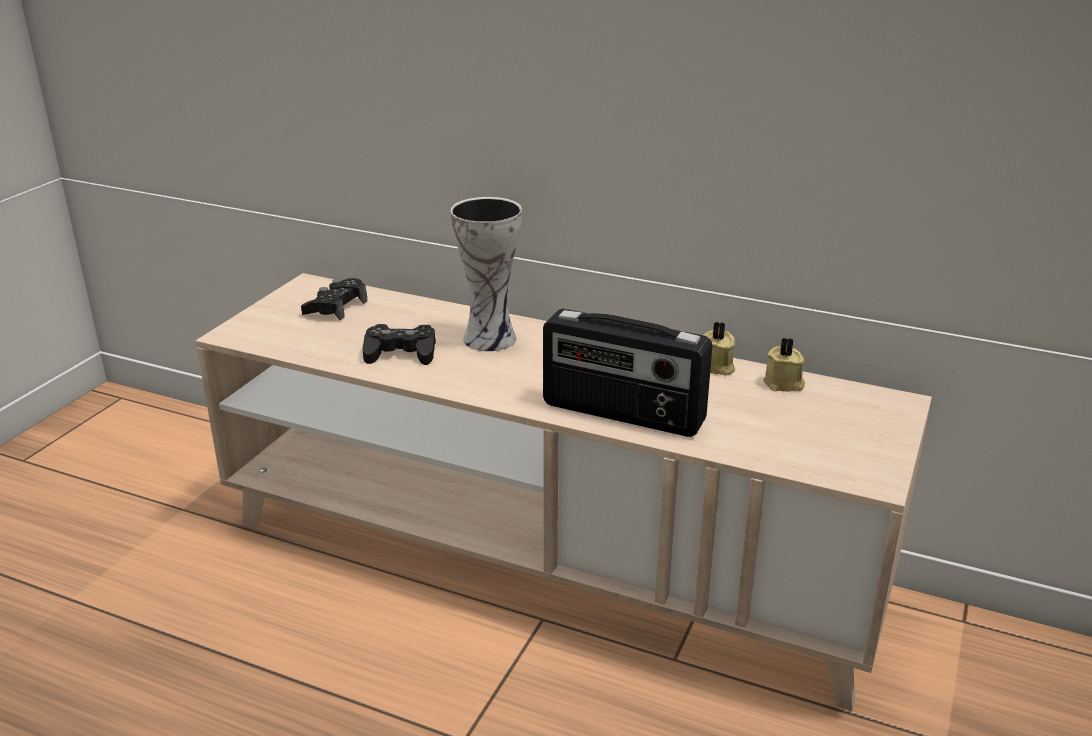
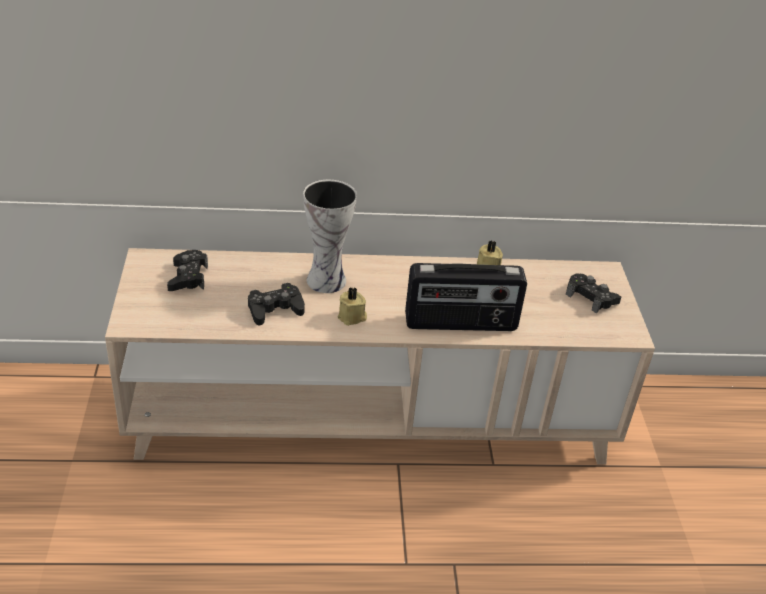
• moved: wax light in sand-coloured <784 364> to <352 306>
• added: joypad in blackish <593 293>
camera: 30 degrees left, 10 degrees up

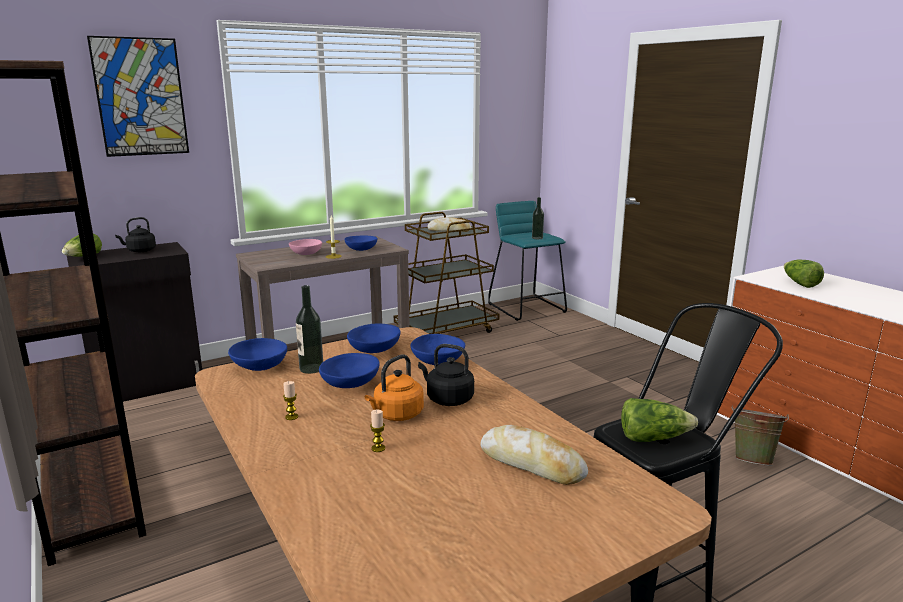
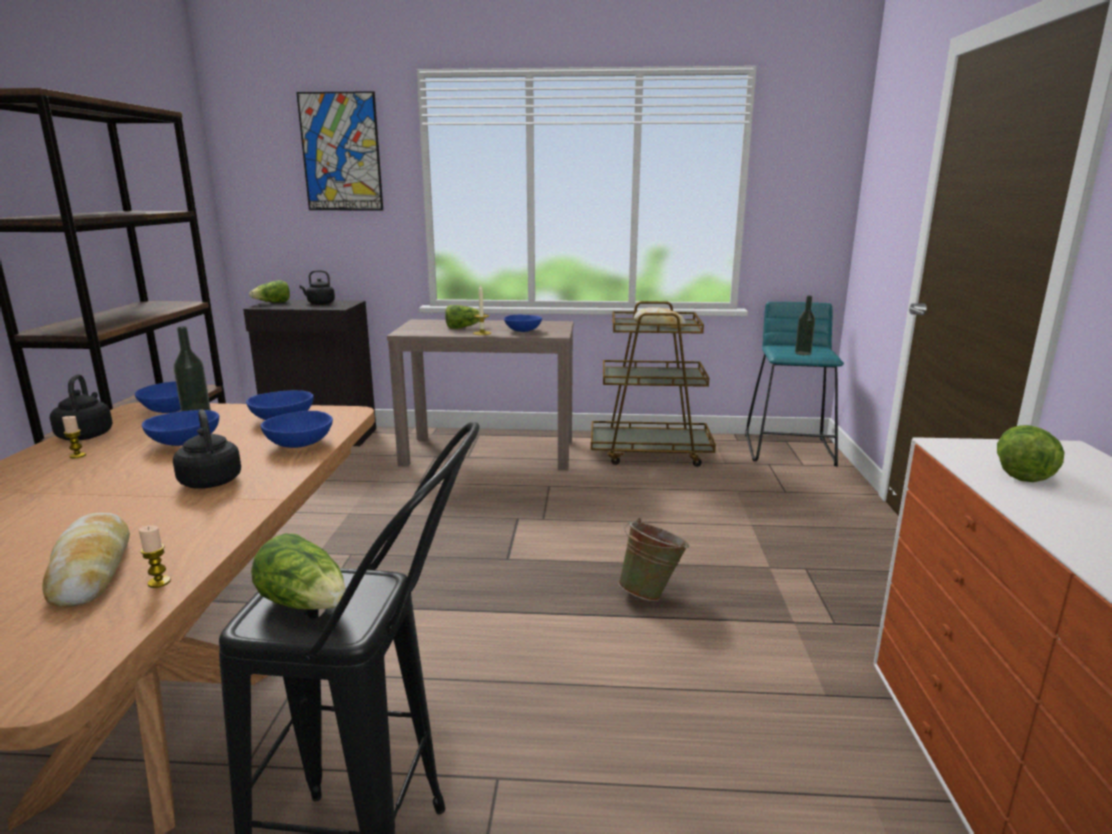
• replaced: serving bowl in pinkish <305 247> to lettuce <465 317>
• removed: kettle in orange <394 388>
• moved: pail in green-coloured <760 435> to <653 559>
• moved: wax light <377 431> to <155 556>
• added: kettle in blackish <81 407>
camera: 35 degrees right, 0 degrees up

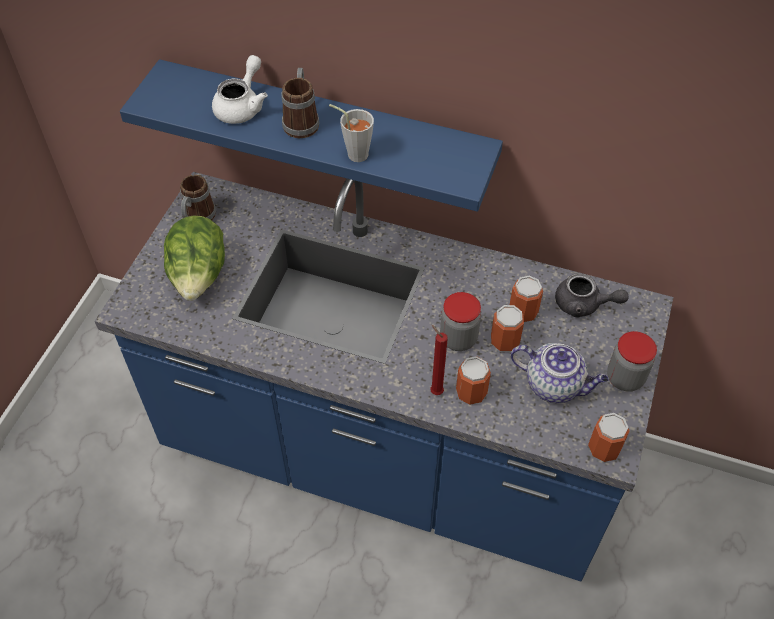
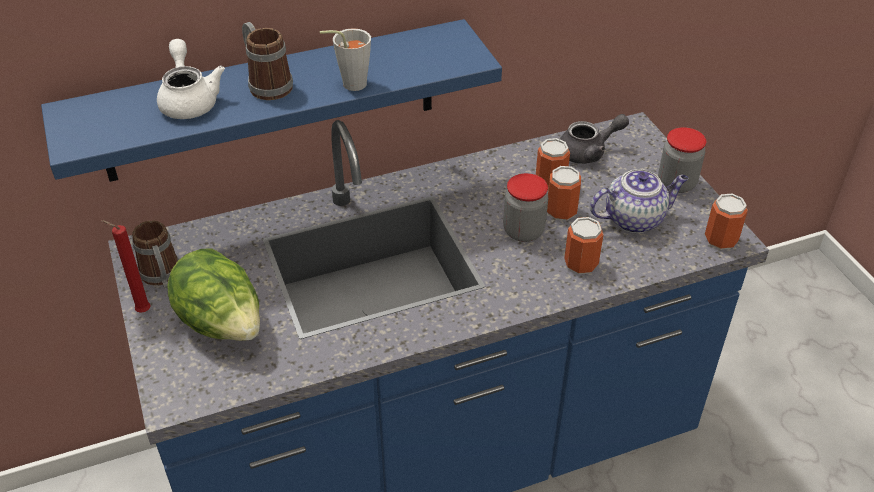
• moved: wax light in red <439 360> to <126 266>
camera: 40 degrees left, 10 degrees down

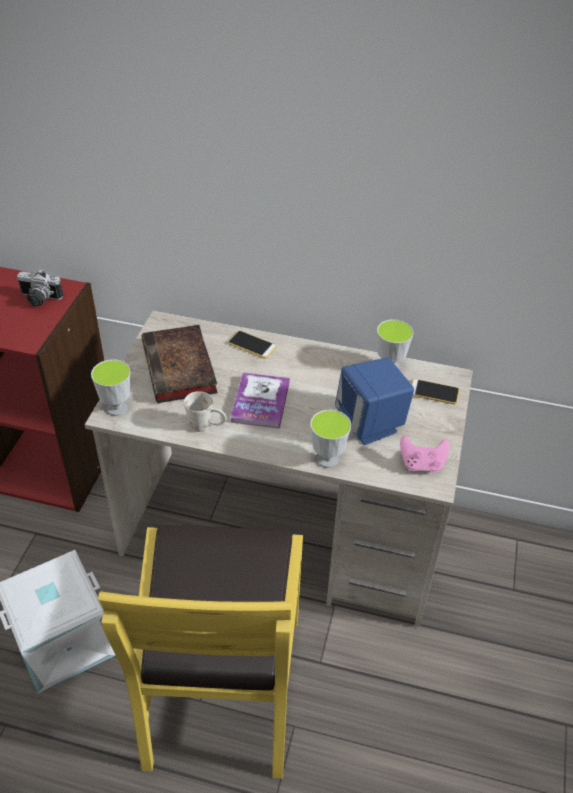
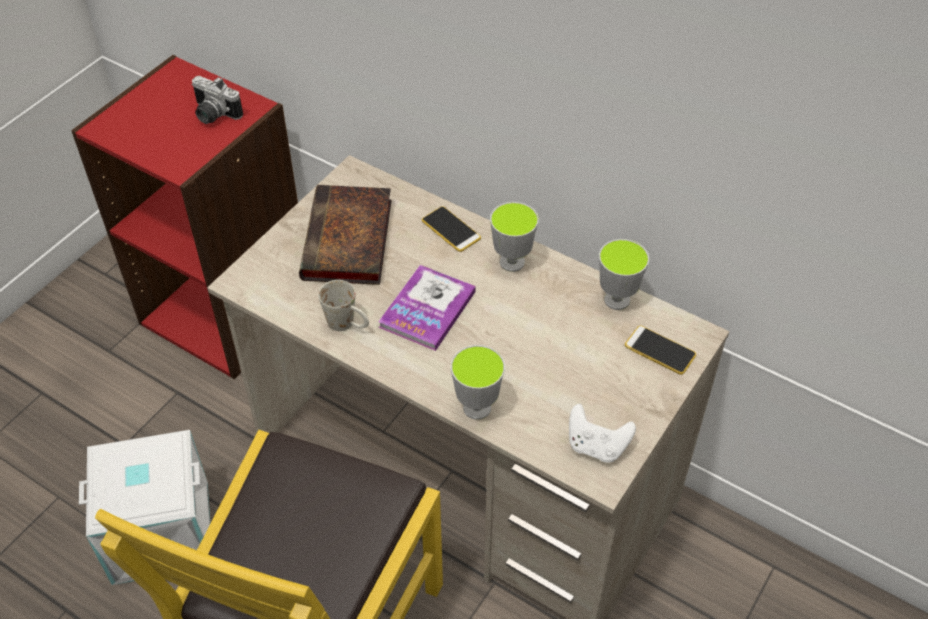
• removed: loudspeaker in bluish <374 401>
• moved: cup <110 387> to <514 237>
• recoloured: joypad in pinkish <425 454> to joypad in whitish <602 433>
camera: 20 degrees right, 5 degrees up

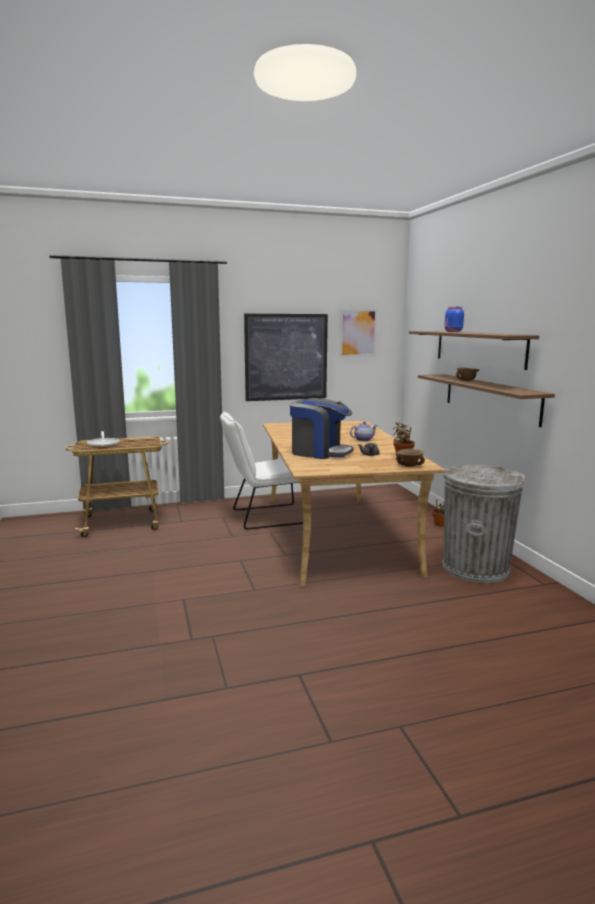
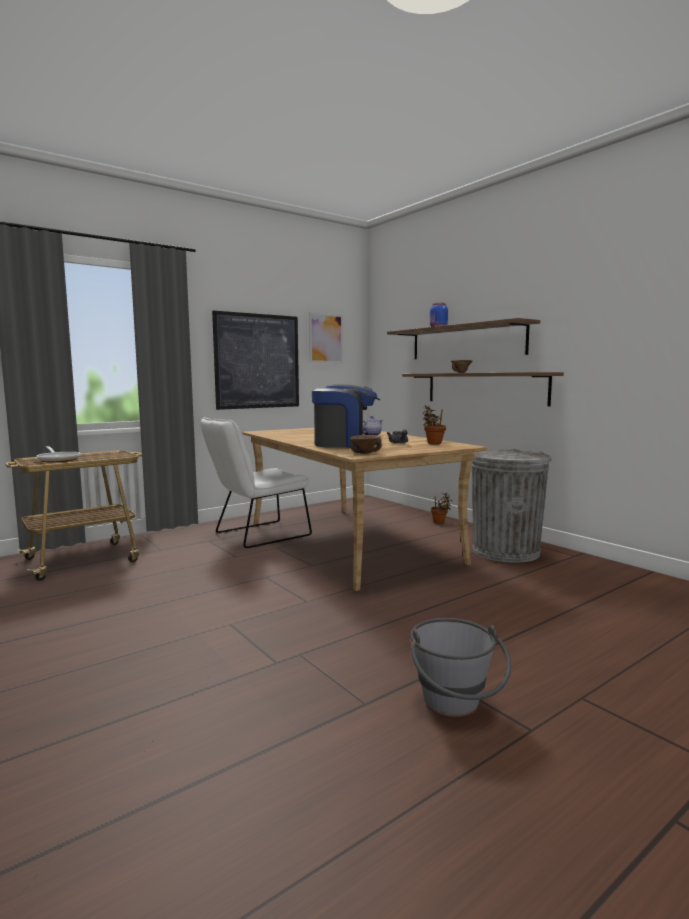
• moved: serving bowl in brownish <410 458> to <366 444>
• added: pail in greyish <460 667>
camera: 20 degrees left, 5 degrees down

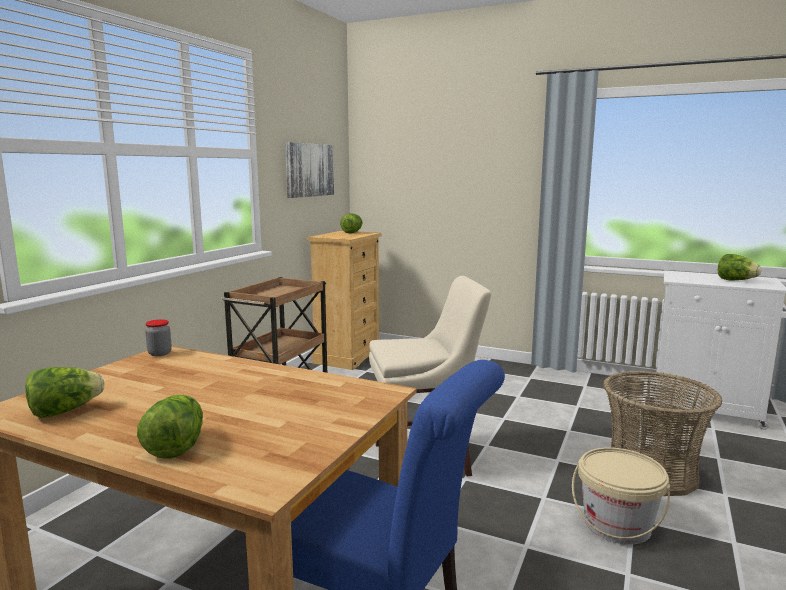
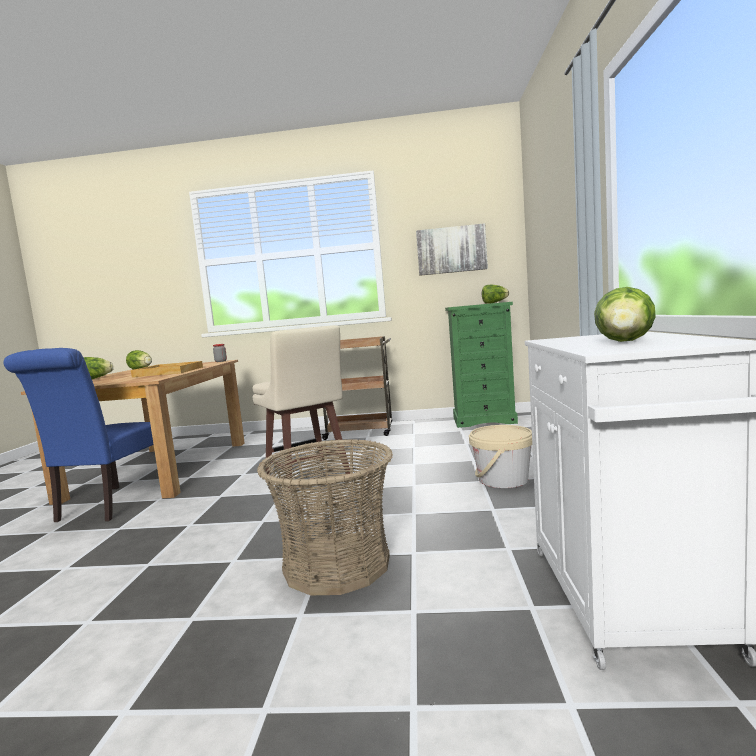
• recoloured: chest of drawers in sand-coloured <344 300> to chest of drawers in green-coloured <481 365>
• moved: pail in sand-coloured <621 496> to <500 456>
• added: carrying tray in sand-coloured <167 369>
camera: 70 degrees right, 5 degrees down

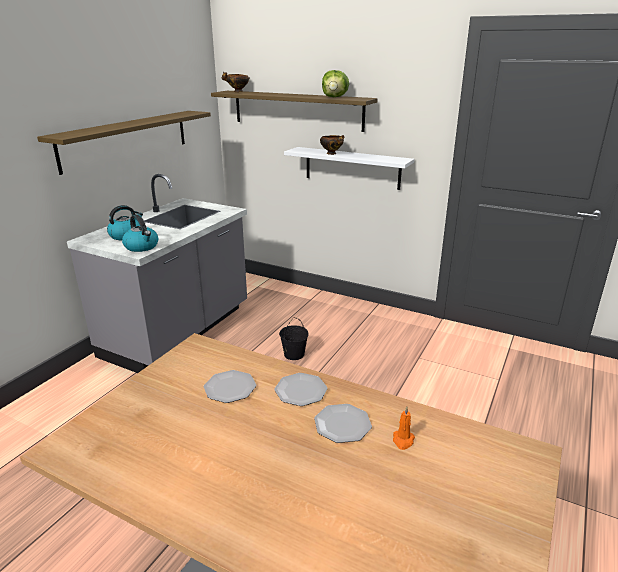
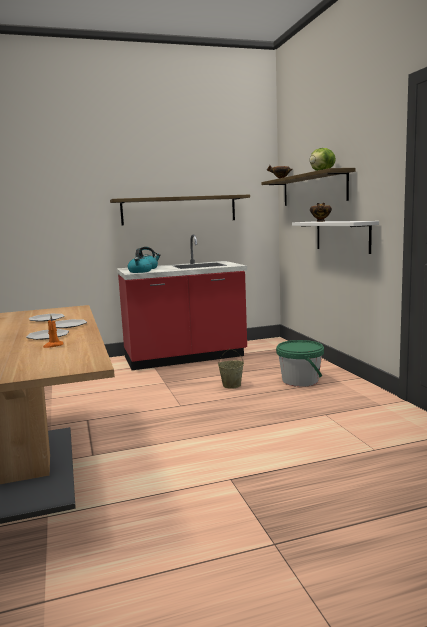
• recoloured: counter in greyish <157 273> to counter in red <182 302>
• recoloured: pail in blackish <294 339> to pail in sand-coloured <231 369>
• added: pail in green-coloured <300 363>
camera: 45 degrees right, 15 degrees down

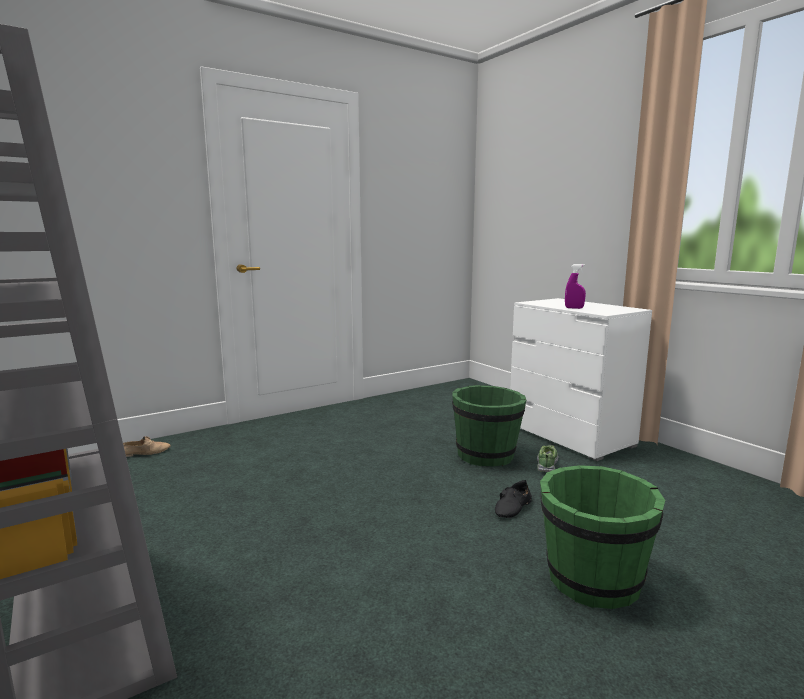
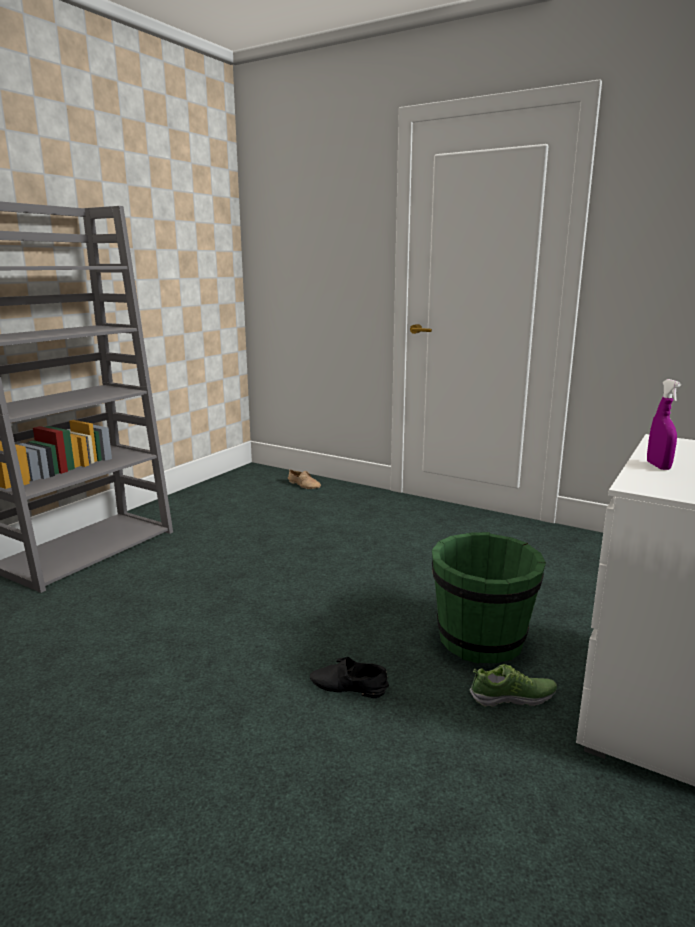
• removed: pail in green-coloured <602 537>
camera: 65 degrees right, 5 degrees up

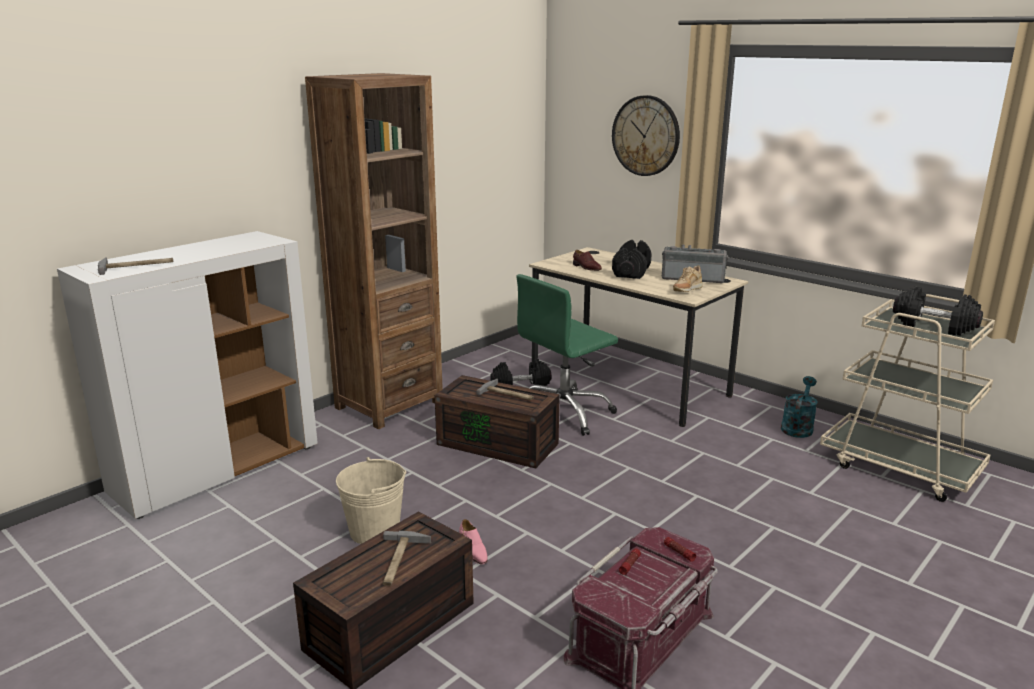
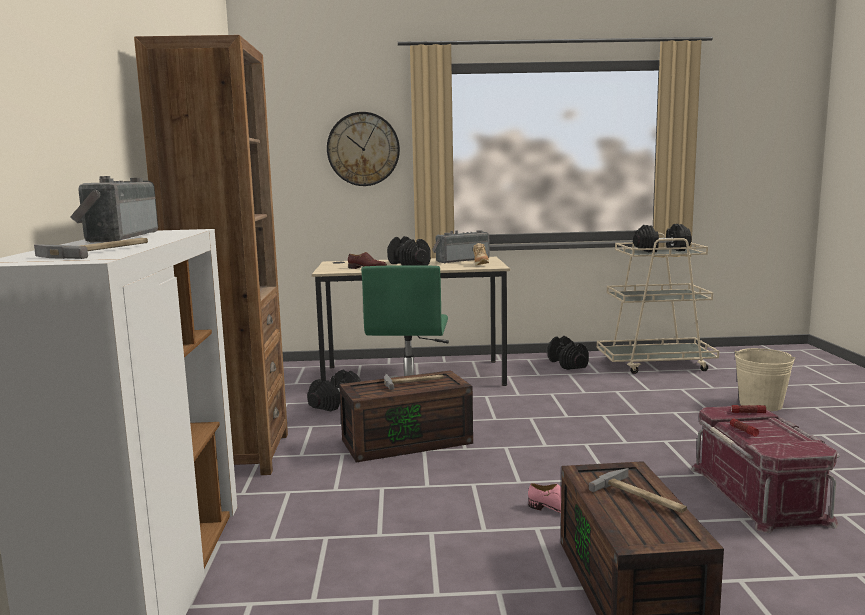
• replaced: watering pot in turquoise <799 407> to free weight in blackish <568 353>
• moved: pail in sand-coloured <371 500> to <764 379>
• added: radio <114 209>
camera: 45 degrees left, 10 degrees down

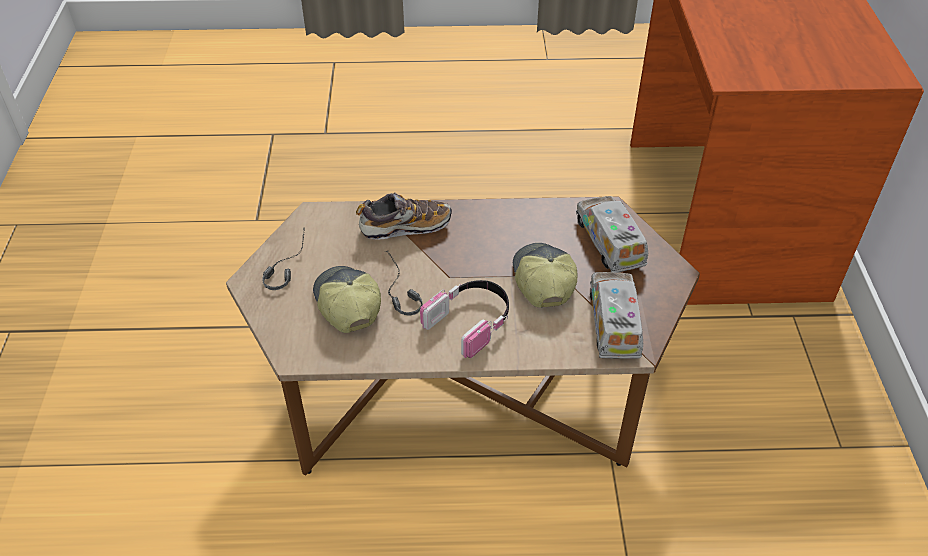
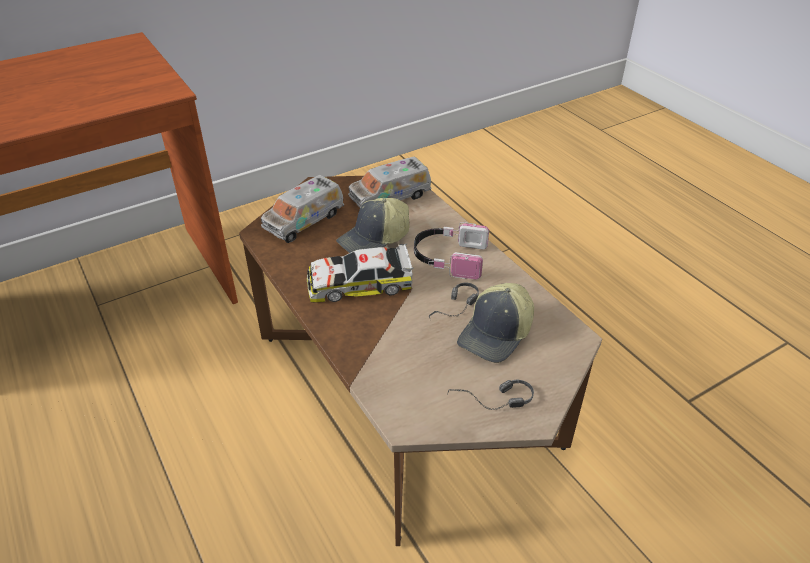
• removed: item of footwear <404 216>
• added: toy car <360 273>
camera: 120 degrees left, 5 degrees down

